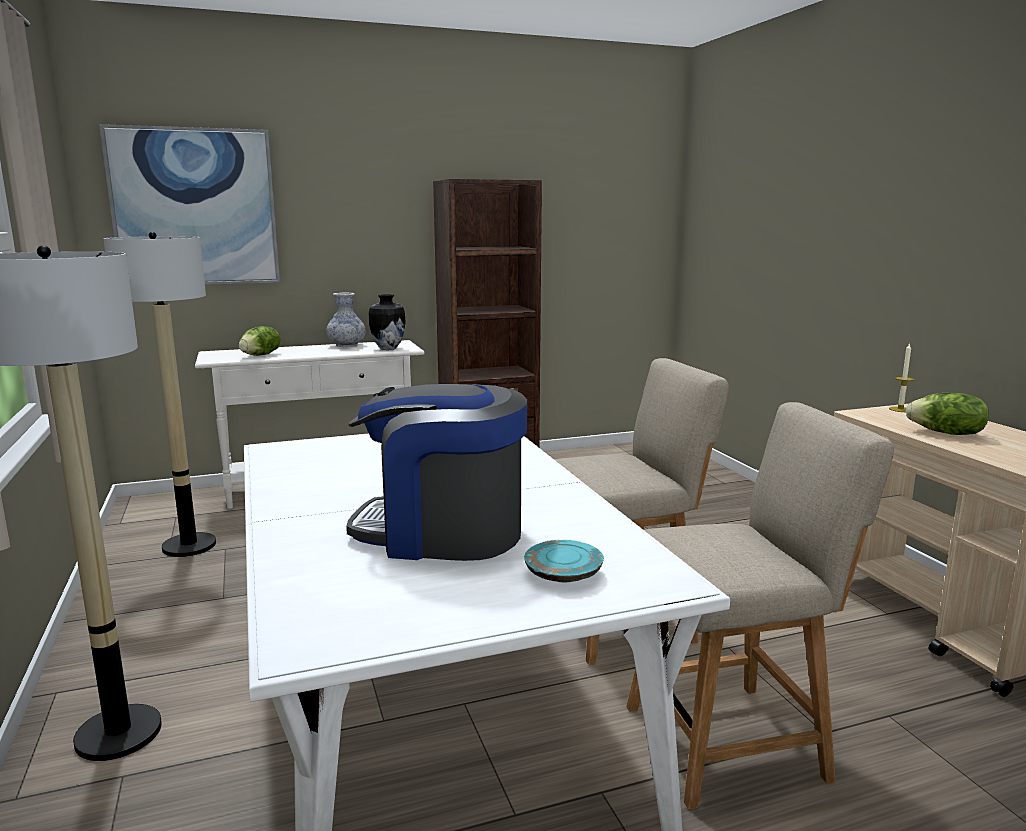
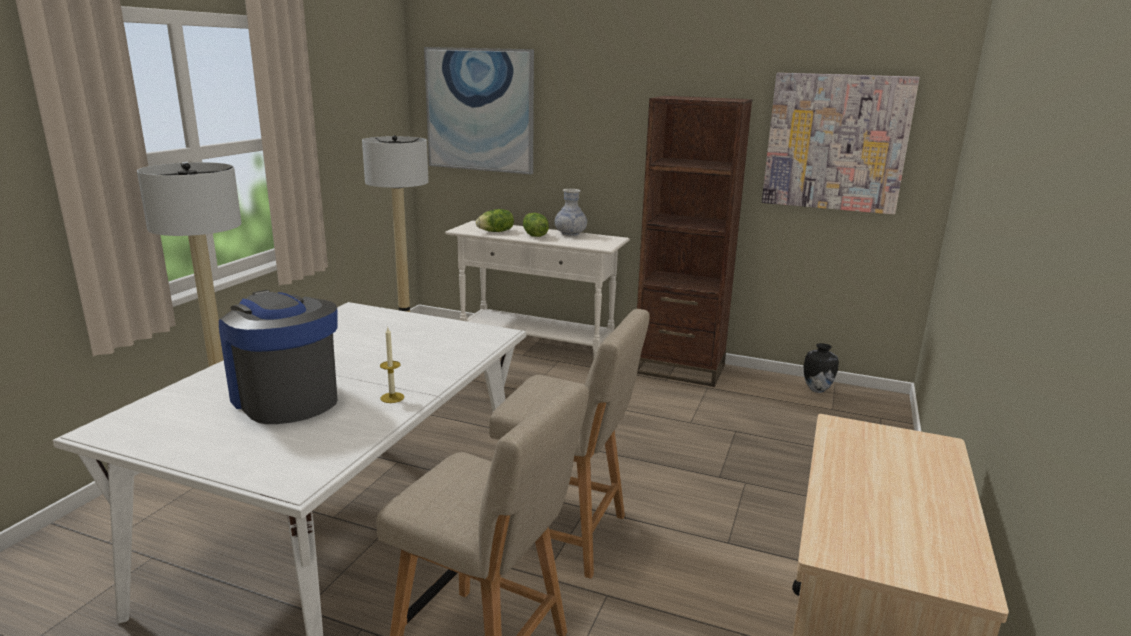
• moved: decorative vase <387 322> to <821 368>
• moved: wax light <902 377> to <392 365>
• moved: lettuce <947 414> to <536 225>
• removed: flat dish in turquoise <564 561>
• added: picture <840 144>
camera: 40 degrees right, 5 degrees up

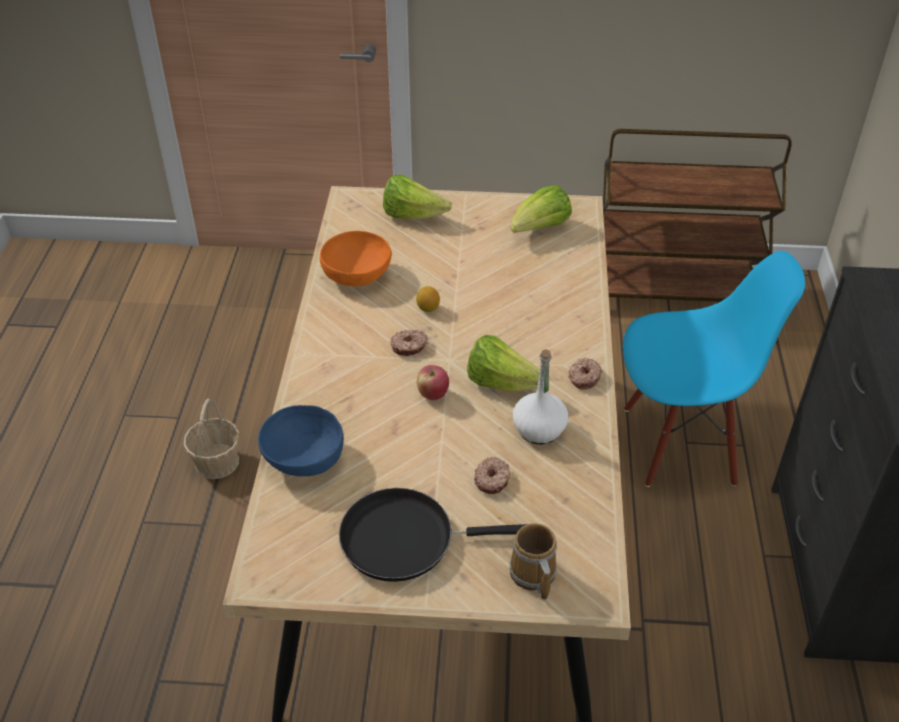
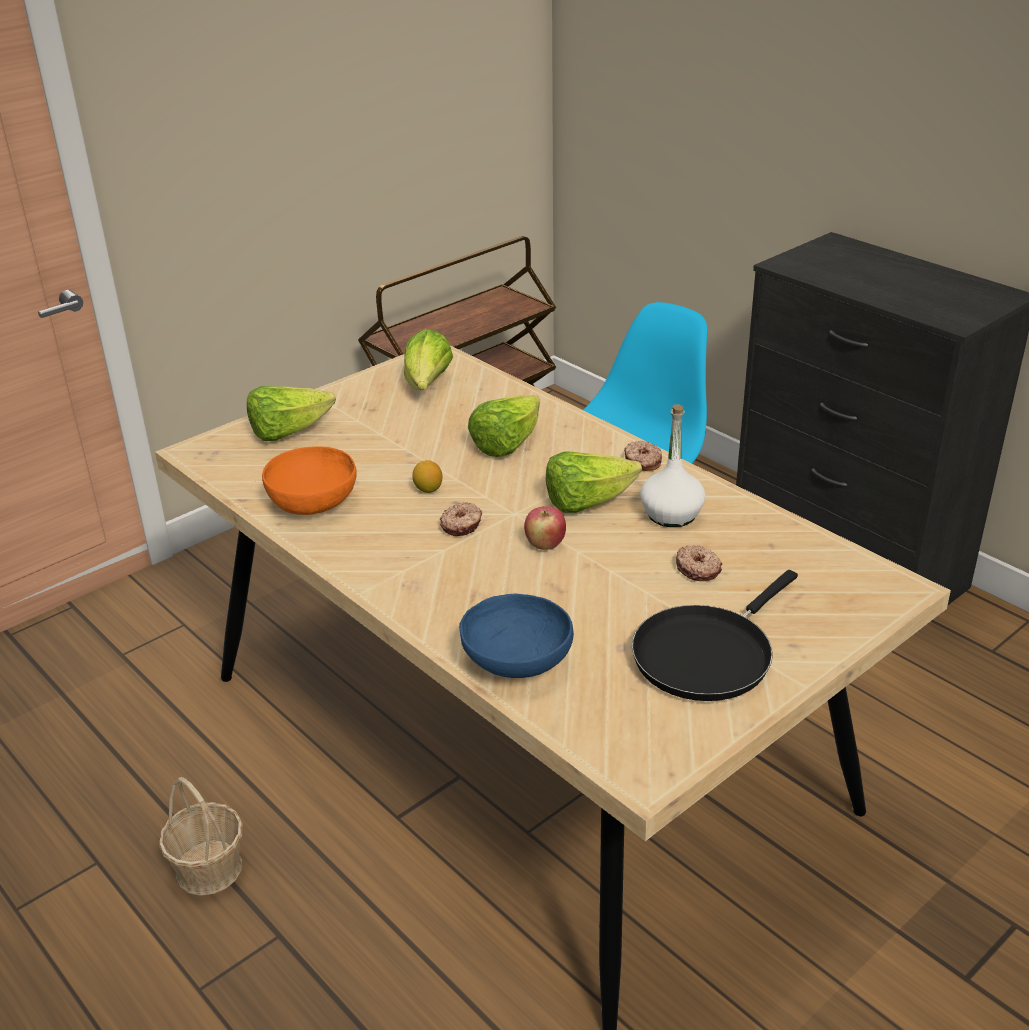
• removed: tea mug <533 561>
• added: lettuce <504 426>
camera: 45 degrees left, 10 degrees down

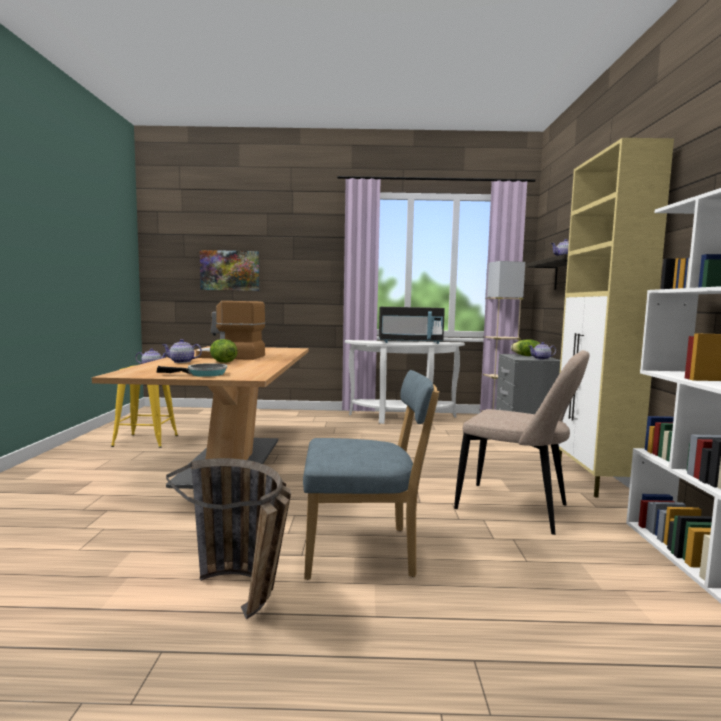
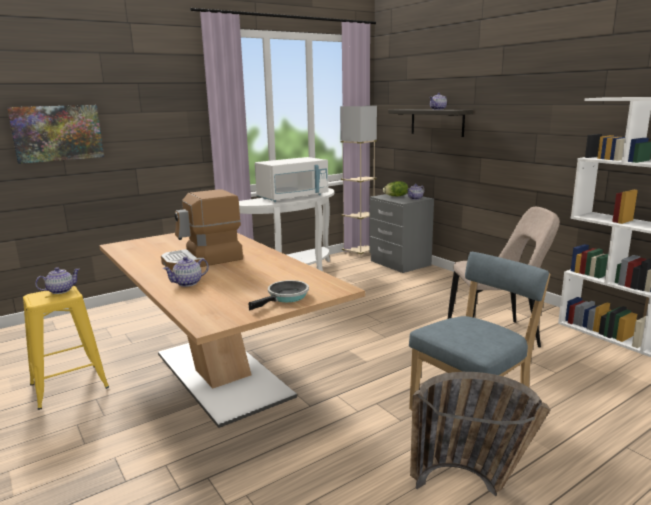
• removed: storage cabinet in sand-coloured <616 318>
• recoloured: microwave oven in blackish <412 325> to microwave oven in whitish <291 179>
• removed: lettuce <223 351>
camera: 35 degrees left, 10 degrees up

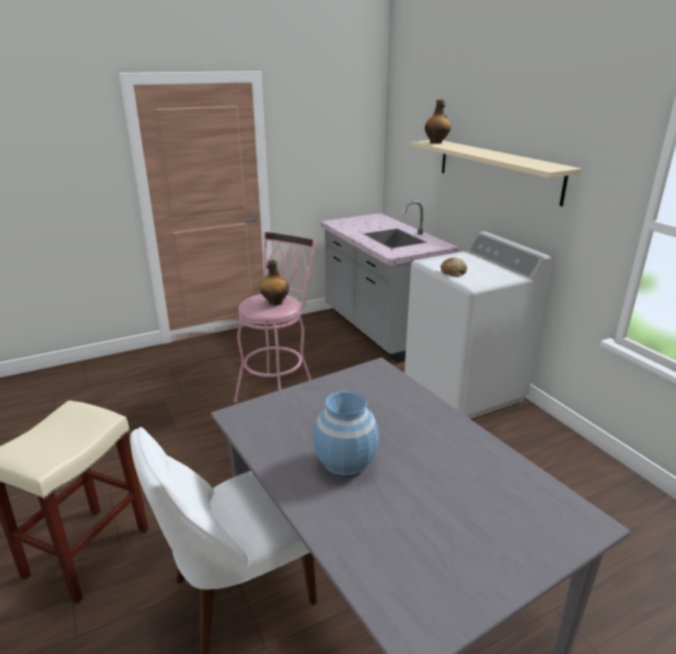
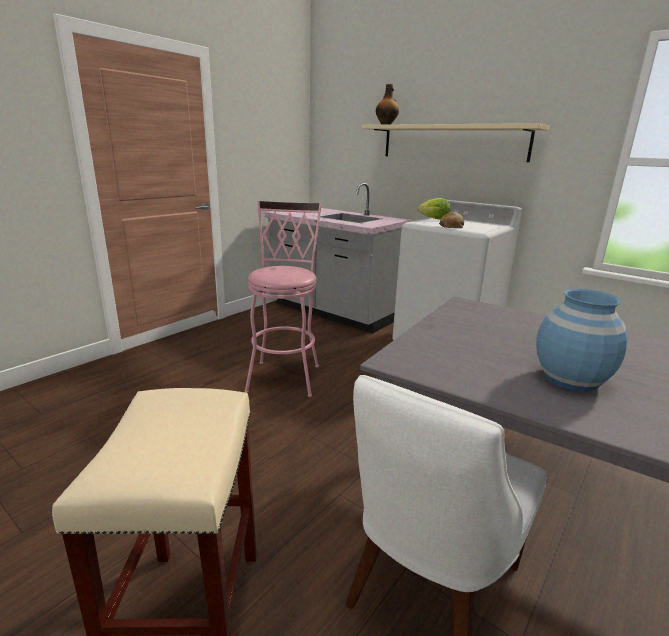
• removed: beverage bottle <274 283>
• added: lettuce <434 209>
camera: 25 degrees left, 5 degrees down

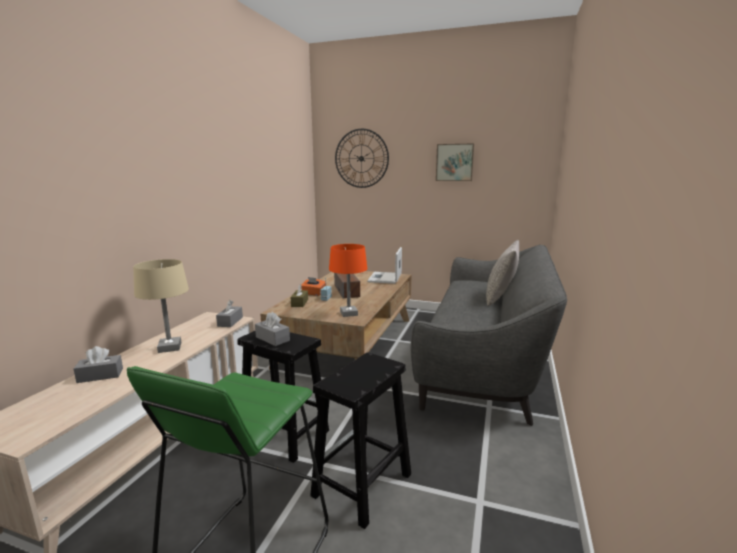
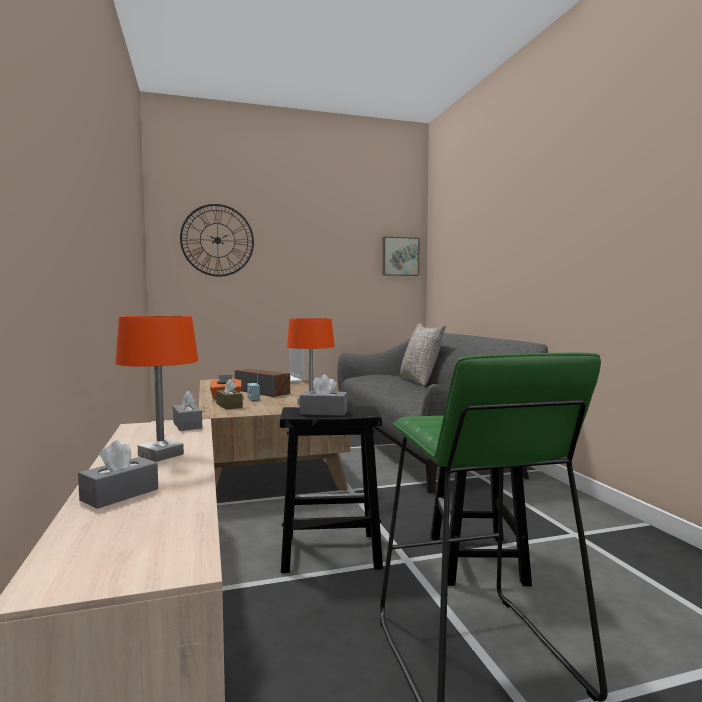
• moved: picture <455 162> to <401 256>
• recoloured: table lamp in sand-coloured <161 306> to table lamp in orange <156 389>
camera: 35 degrees left, 10 degrees down

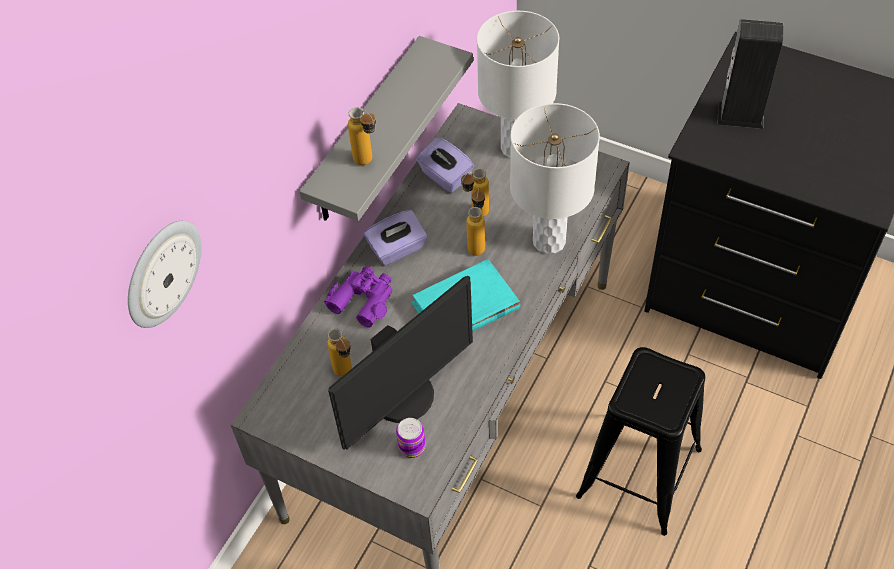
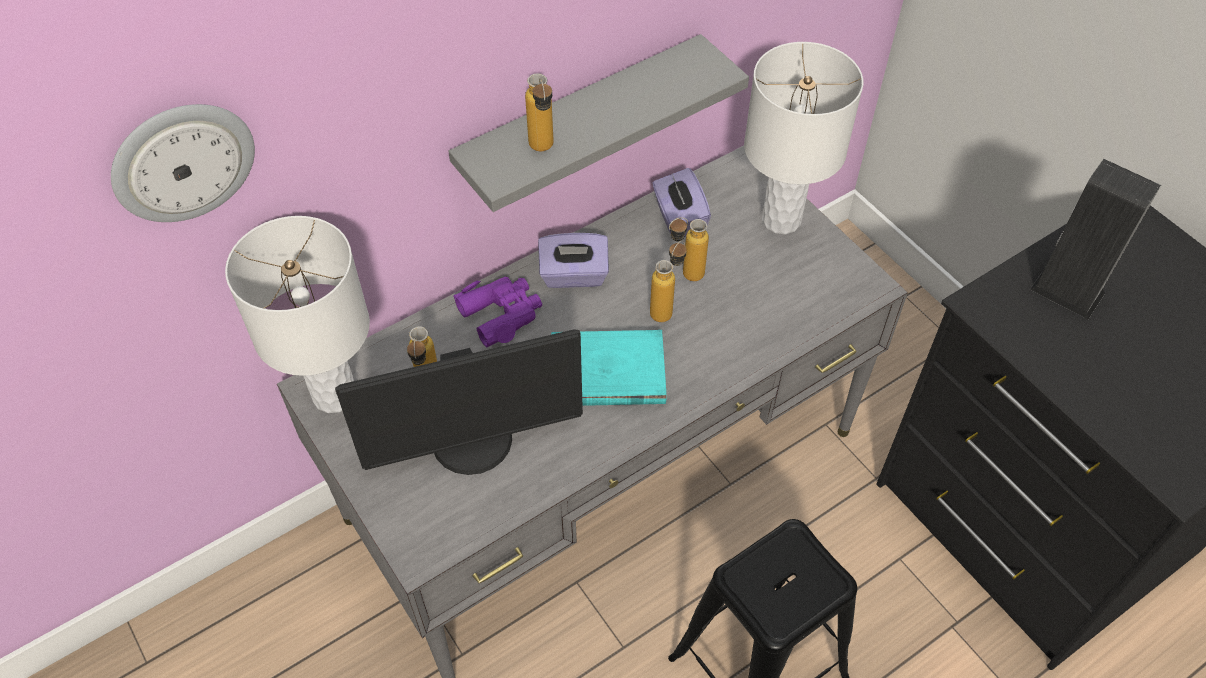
• moved: table lamp in whitish <555 178> to <297 314>
• removed: can <411 438>
camera: 25 degrees right, 0 degrees up

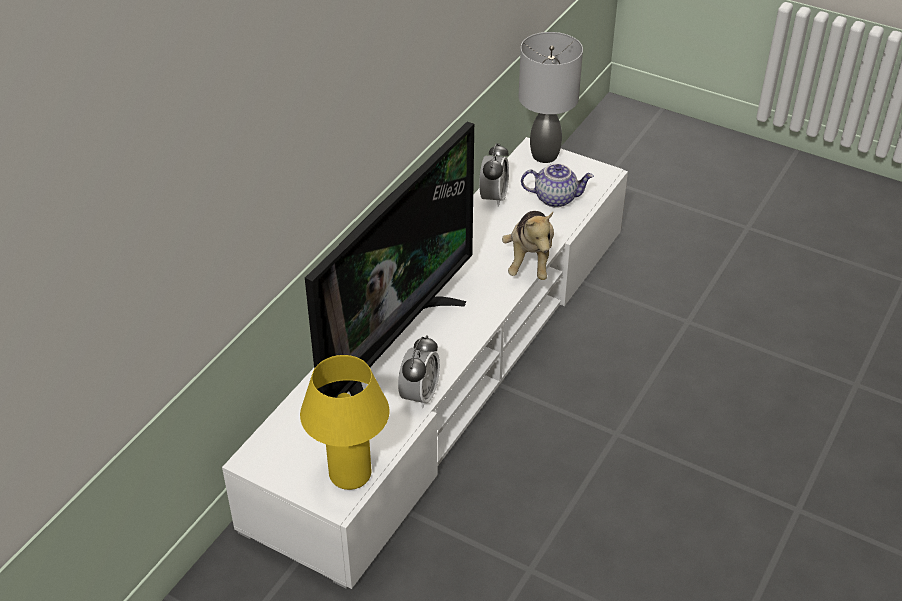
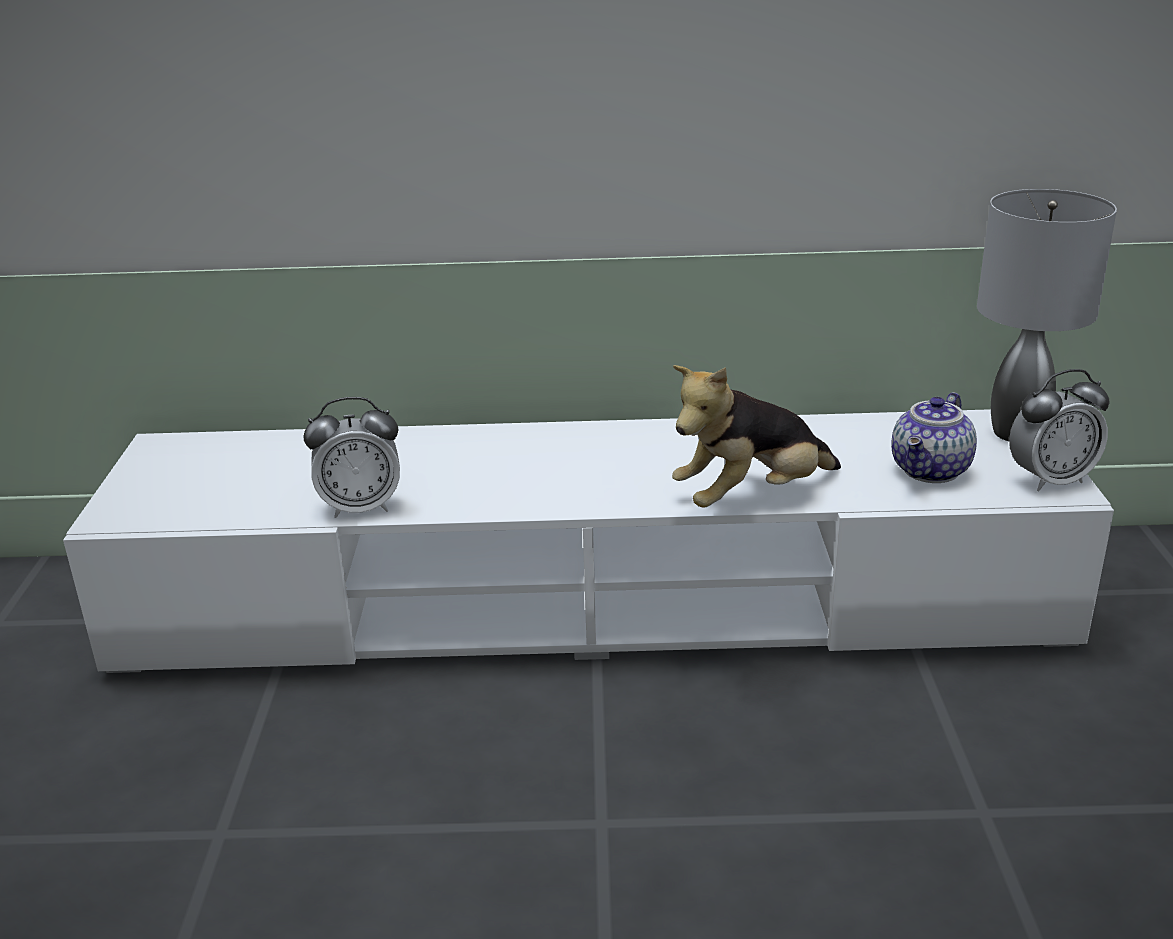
• removed: television <389 260>
• moved: table clock <494 175> to <1059 430>
• turned: pot for tea <557 185> = <934 437> 60 degrees clockwise
• removed: table lamp in yellow-coloured <345 422>
camera: 60 degrees right, 15 degrees down

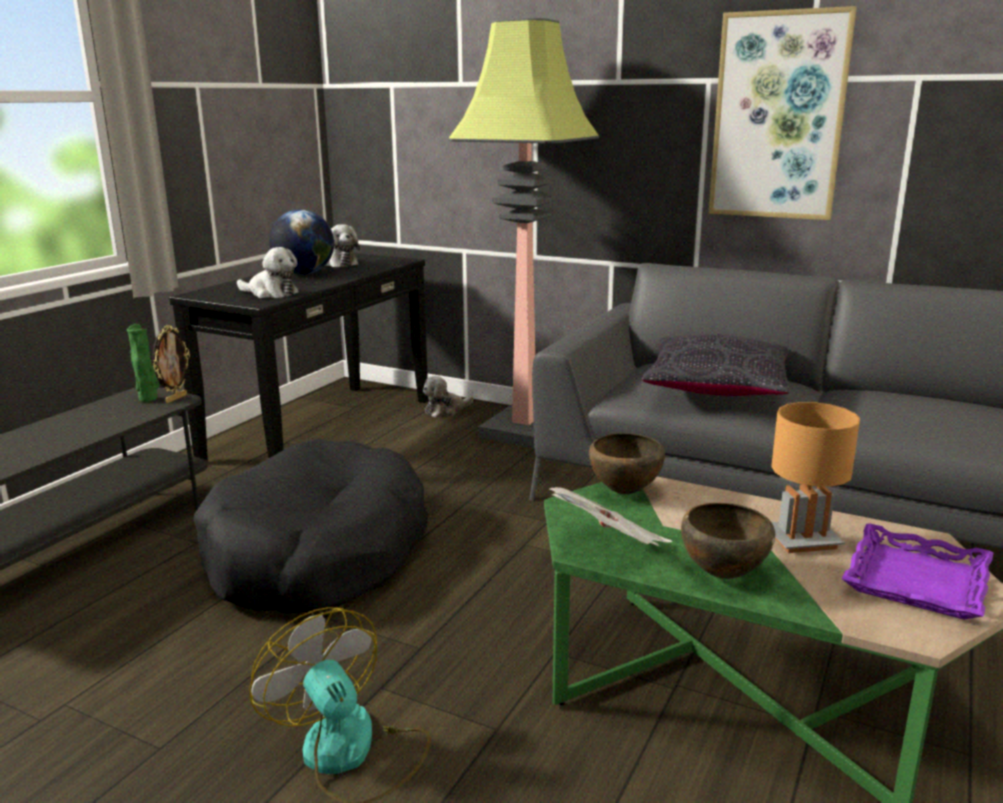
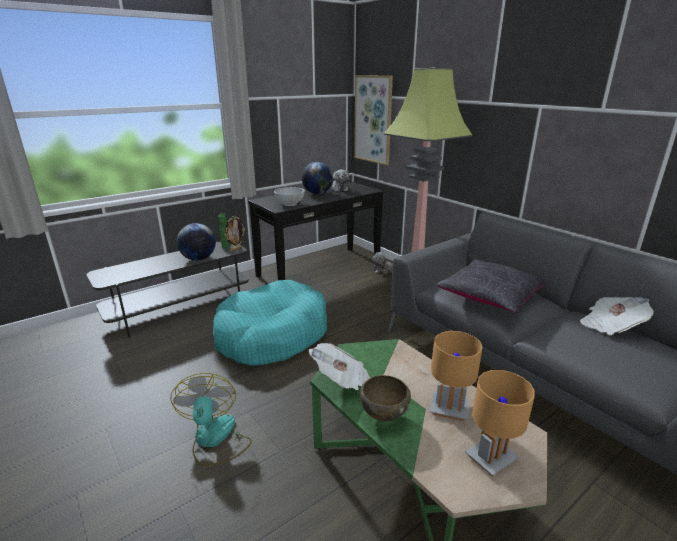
• moved: picture <783 113> to <373 120>
• replaced: cuddly toy <268 272> to serving bowl in whitish <289 196>
• removed: serving bowl in brownish <627 463>
• recoloured: dog cushion in blackish <311 525> to dog cushion in turquoise <270 323>
• replaced: carrying tray in purple <917 571> to table lamp in brownish <500 423>
• added: desk globe <196 242>
• added: newspaper <617 316>
camera: 25 degrees right, 5 degrees up

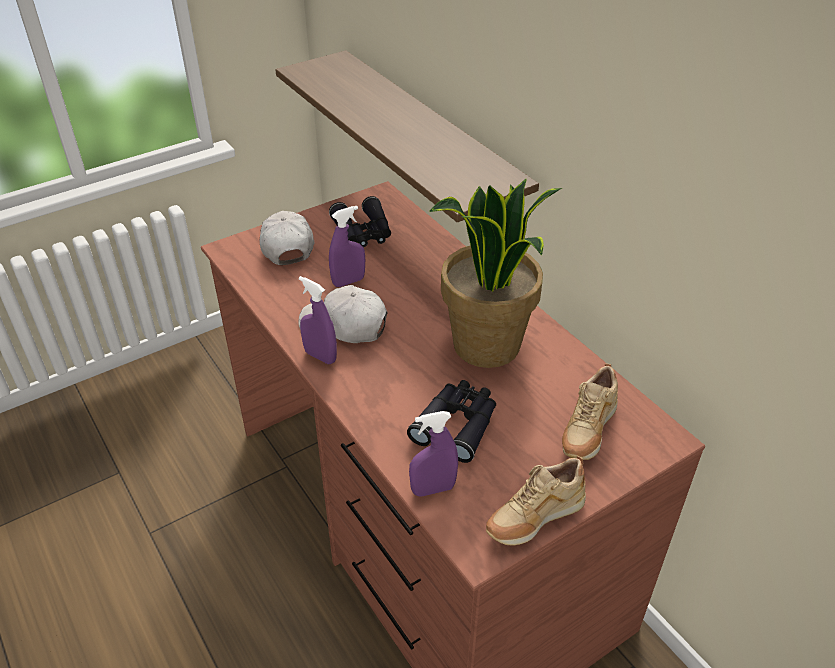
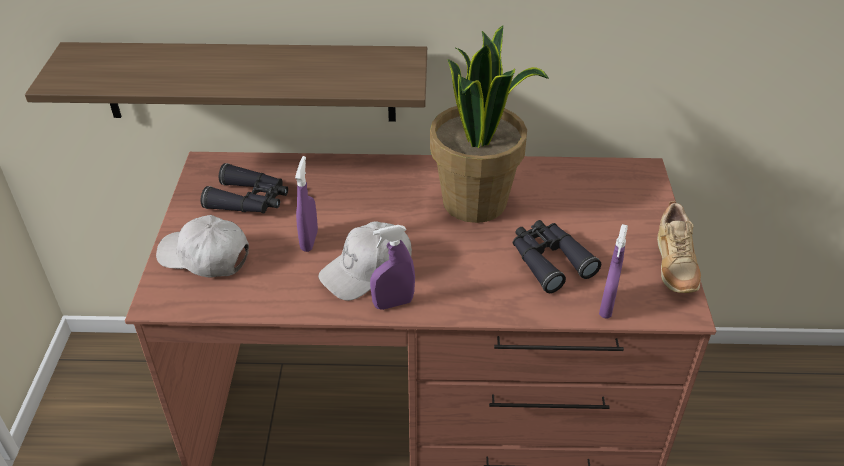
• removed: item of footwear in sand-coloured <590 412>
camera: 55 degrees left, 0 degrees up

